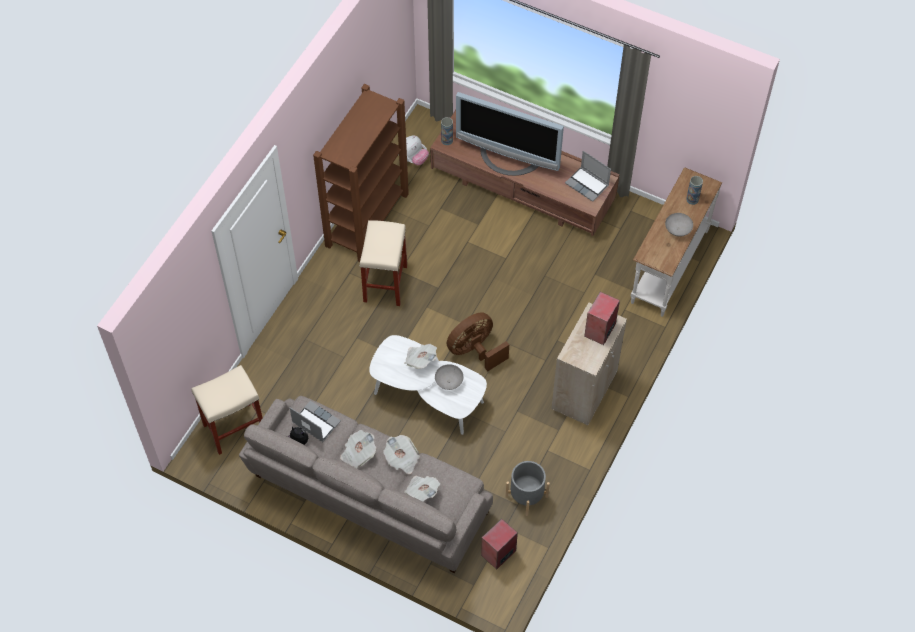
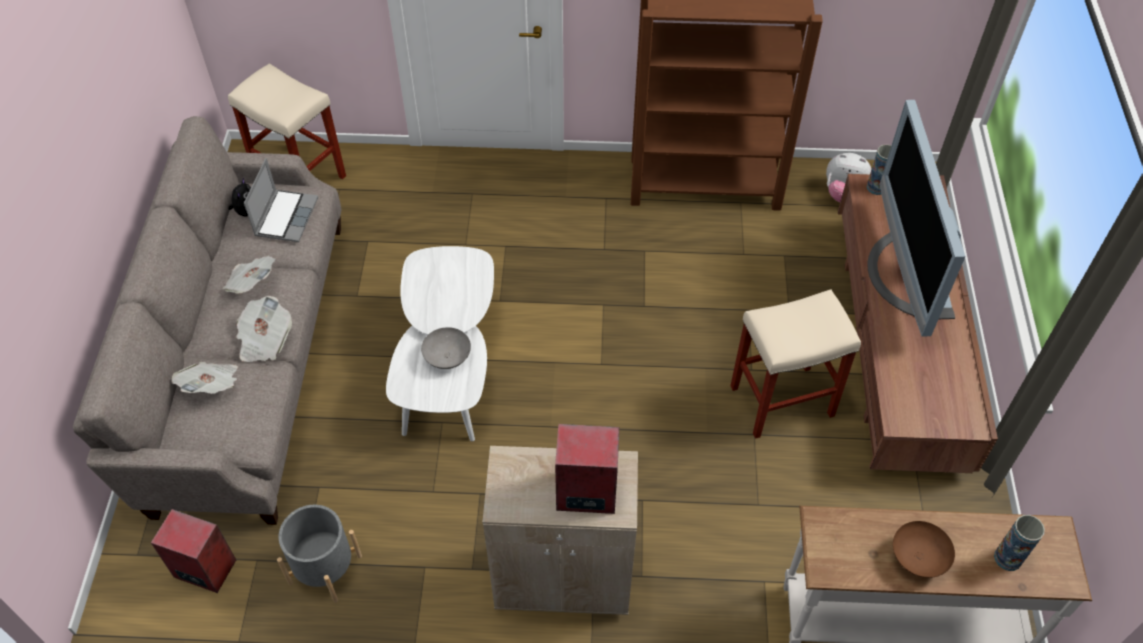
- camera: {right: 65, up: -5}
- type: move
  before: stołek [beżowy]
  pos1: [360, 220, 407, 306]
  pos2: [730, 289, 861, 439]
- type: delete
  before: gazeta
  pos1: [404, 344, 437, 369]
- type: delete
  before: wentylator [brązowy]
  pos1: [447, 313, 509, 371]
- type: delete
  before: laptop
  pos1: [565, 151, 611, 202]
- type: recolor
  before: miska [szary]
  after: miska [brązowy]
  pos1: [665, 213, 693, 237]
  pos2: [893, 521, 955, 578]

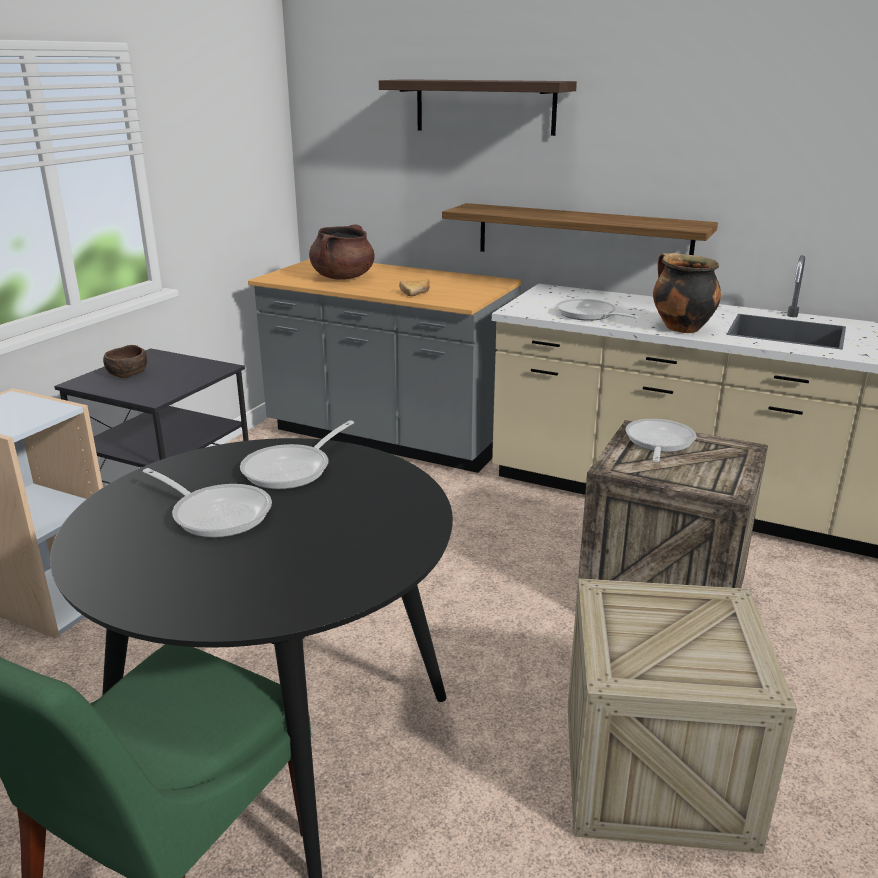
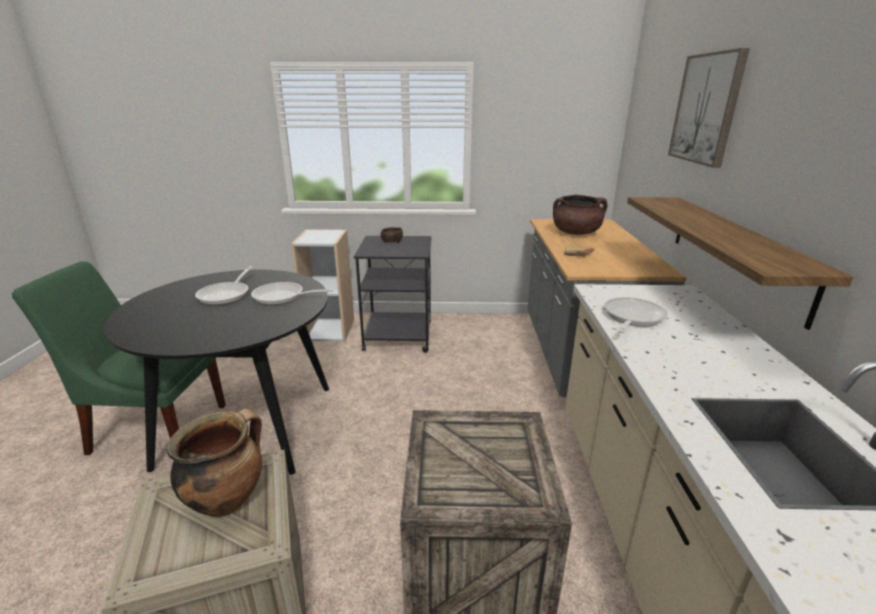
- camera: {right: 65, up: 0}
- type: replace
  before: półka
  after: obraz
  pos1: [379, 79, 577, 136]
  pos2: [668, 48, 750, 168]
- type: delete
  before: patelnia
  pos1: [625, 419, 696, 462]
- type: move
  before: garnek
  pos1: [653, 253, 721, 333]
  pos2: [167, 409, 262, 517]

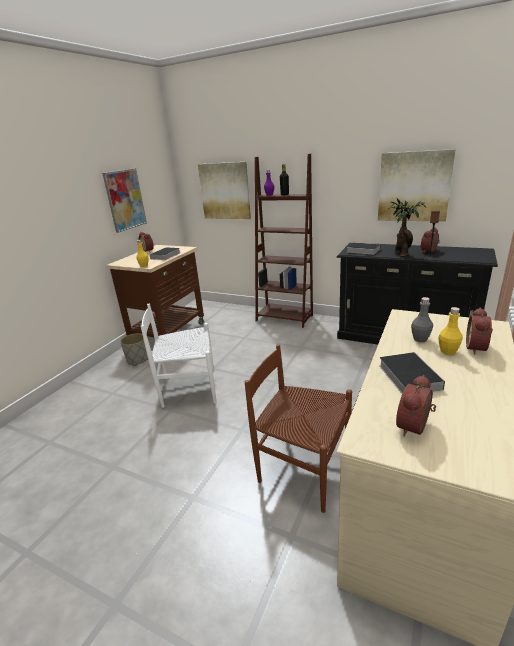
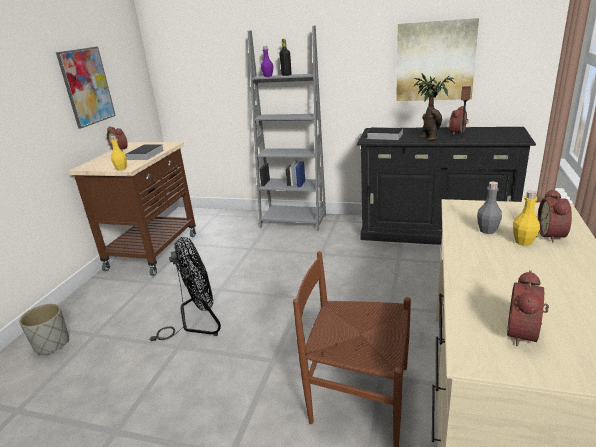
- camera: {right: -10, up: 0}
- type: move
  before: donica [szary]
  pos1: [120, 333, 148, 366]
  pos2: [19, 304, 69, 355]
- type: replace
  before: krzesło [biały]
  after: wentylator [czarny]
  pos1: [141, 304, 217, 408]
  pos2: [150, 237, 221, 341]
- type: delete
  before: obraz
  pos1: [198, 162, 251, 219]
- type: recolor
  before: regał [brązowy]
  after: regał [szary]
  pos1: [255, 154, 313, 328]
  pos2: [248, 26, 326, 231]
- type: delete
  before: książka
  pos1: [379, 352, 445, 394]

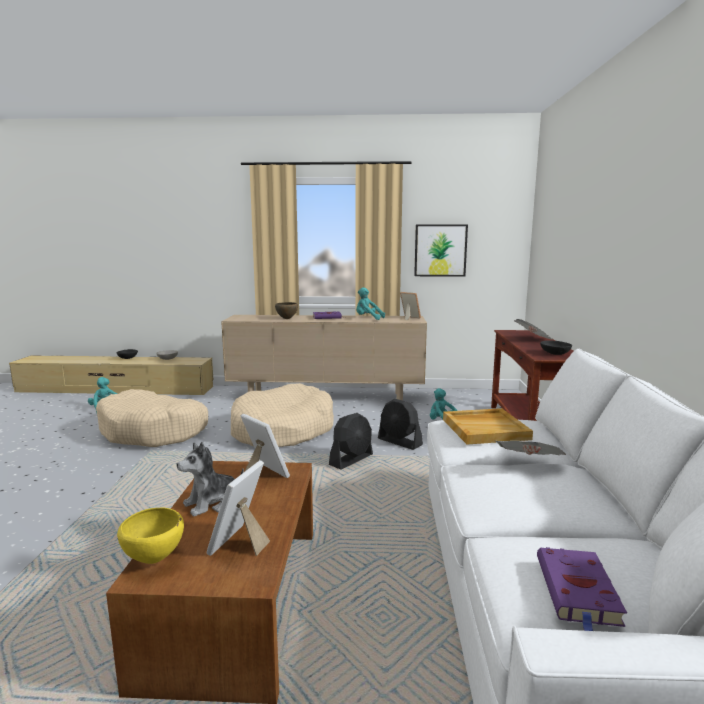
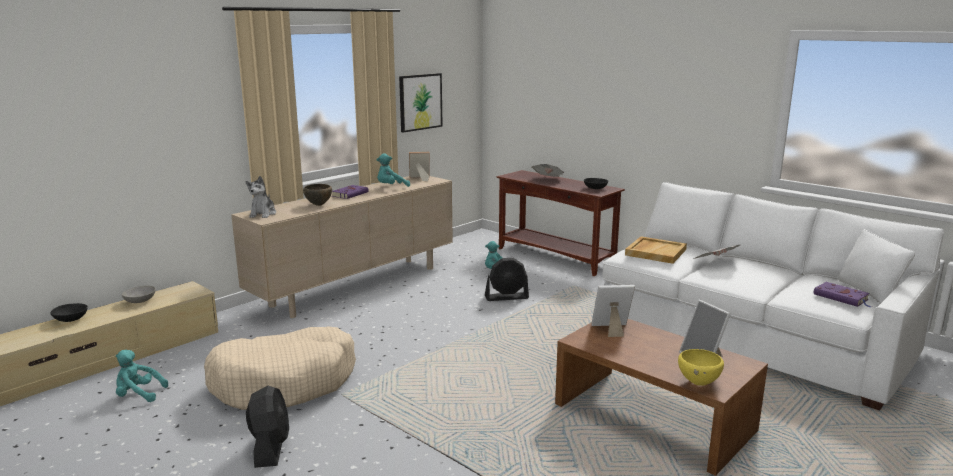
- camera: {right: -50, up: 5}
- type: move
  before: pluszak
  pos1: [177, 442, 244, 517]
  pos2: [246, 176, 276, 218]
- type: delete
  before: legowisko [beżowy]
  pos1: [231, 383, 334, 447]
- type: move
  before: wentylator [czarny]
  pos1: [329, 413, 373, 470]
  pos2: [246, 386, 289, 468]

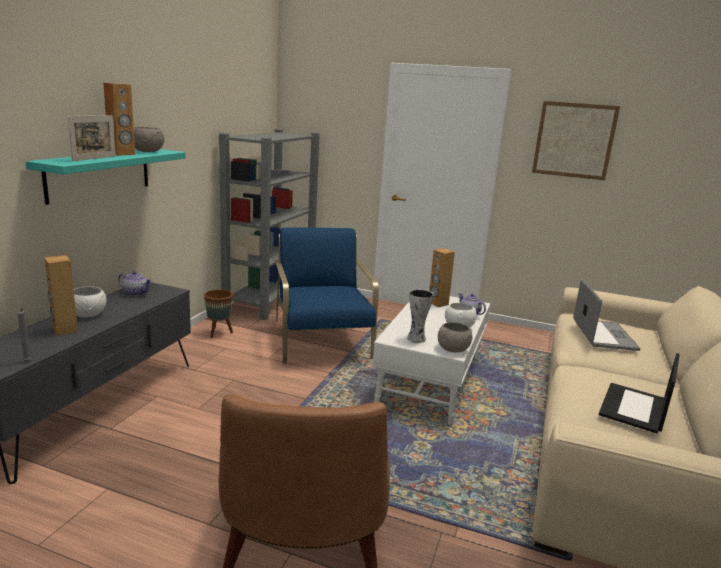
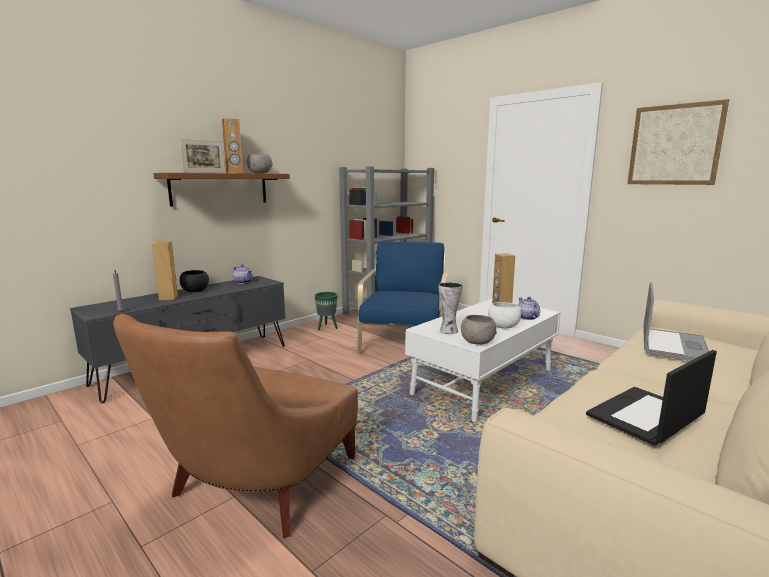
- camera: {right: 25, up: -5}
- type: recolor
  before: półka [turkusowy]
  after: półka [brązowy]
  pos1: [25, 149, 186, 205]
  pos2: [153, 173, 290, 207]
- type: recolor
  before: miska [biały]
  after: miska [czarny]
  pos1: [74, 286, 107, 317]
  pos2: [180, 270, 209, 292]
- type: recolor
  before: donica [brązowy]
  after: donica [zielony]
  pos1: [204, 290, 233, 338]
  pos2: [315, 292, 338, 330]

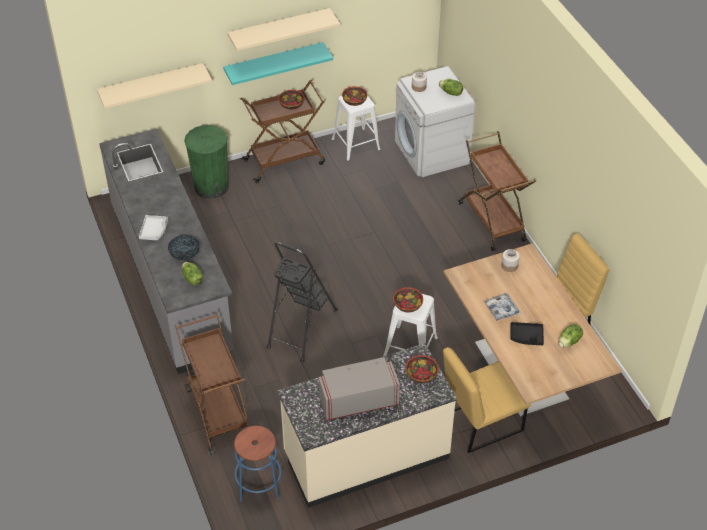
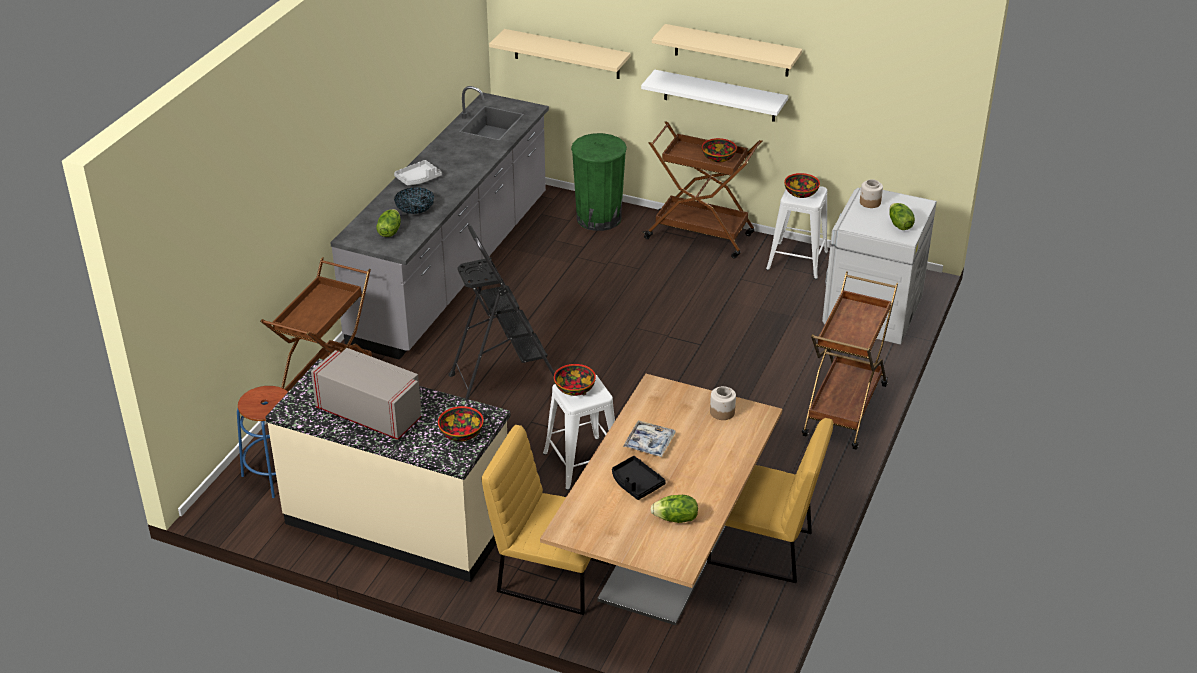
- camera: {right: 45, up: -10}
- type: recolor
  before: półka [turkusowy]
  after: półka [biały]
  pos1: [223, 42, 333, 85]
  pos2: [641, 70, 788, 122]

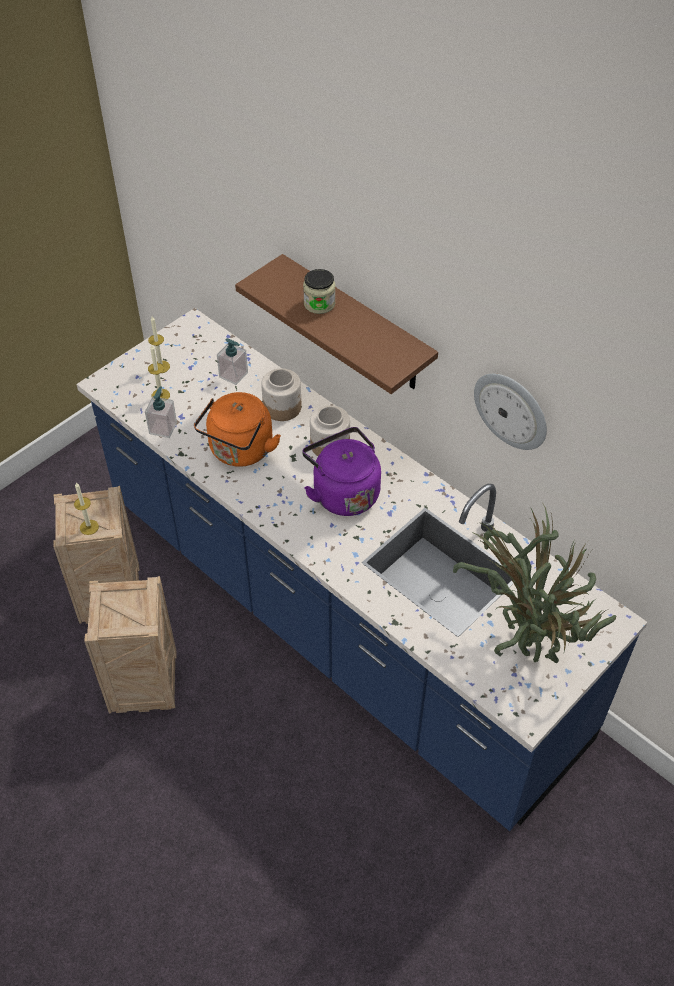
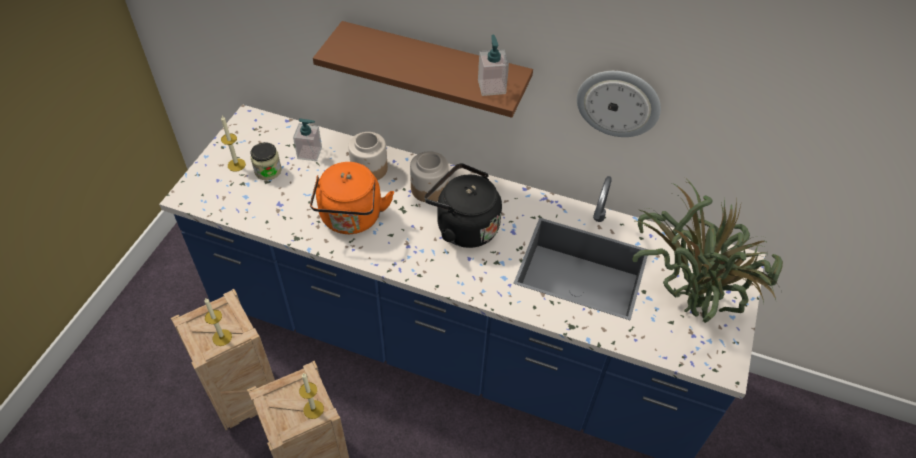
- camera: {right: -25, up: 0}
- type: move
  before: dozownik mydła
  pos1: [145, 386, 177, 438]
  pos2: [478, 35, 509, 96]
- type: move
  before: świeca
  pos1: [148, 344, 170, 399]
  pos2: [299, 373, 324, 419]
- type: recolor
  before: czajnik [fioletowy]
  after: czajnik [czarny]
  pos1: [302, 427, 381, 516]
  pos2: [425, 163, 502, 248]
- type: move
  before: słoik
  pos1: [303, 269, 335, 314]
  pos2: [251, 142, 282, 180]

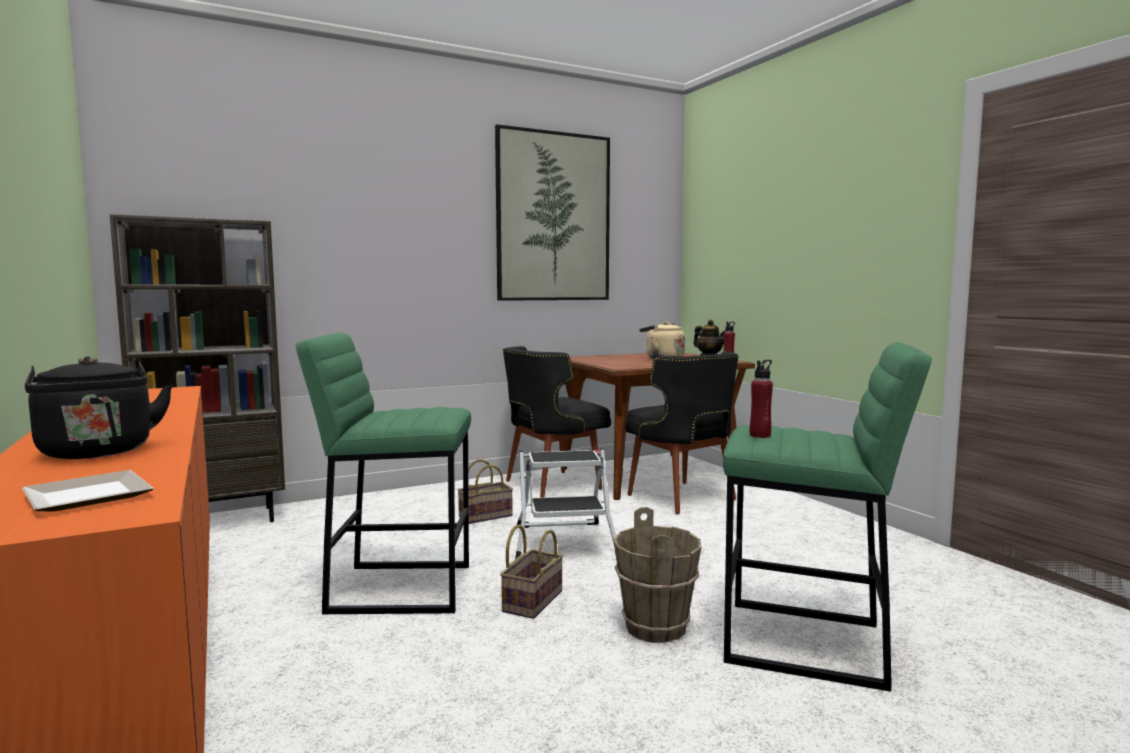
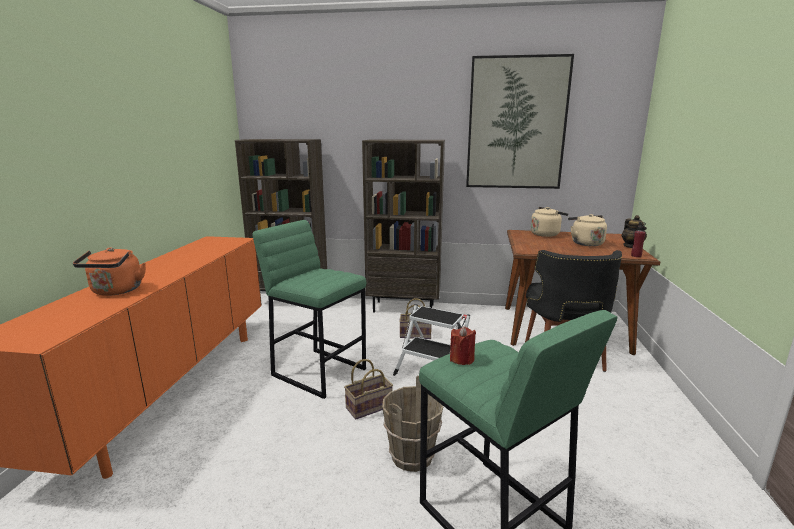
- camera: {right: 35, up: 10}
- type: delete
  before: talerz
  pos1: [22, 470, 154, 512]
- type: recolor
  before: czajnik [czarny]
  after: czajnik [pomarańczowy]
  pos1: [25, 356, 173, 459]
  pos2: [73, 247, 146, 296]
- type: delete
  before: krzesło [czarny]
  pos1: [503, 346, 611, 498]
- type: replace
  before: butelka [czerwony]
  after: świeca [czerwony]
  pos1: [750, 360, 773, 438]
  pos2: [450, 326, 476, 365]
- type: insert
  after: regał [brązowy]
  pos2: [362, 140, 445, 313]
- type: insert
  after: czajnik [beżowy]
  pos2: [531, 207, 568, 237]

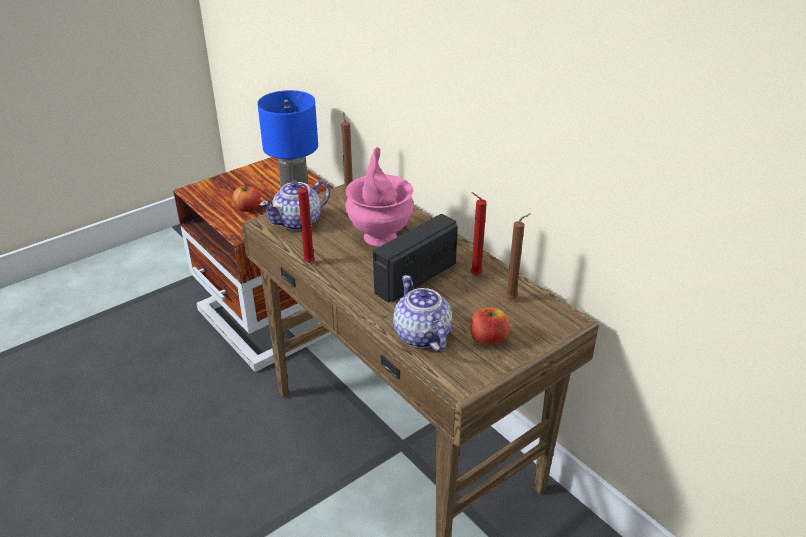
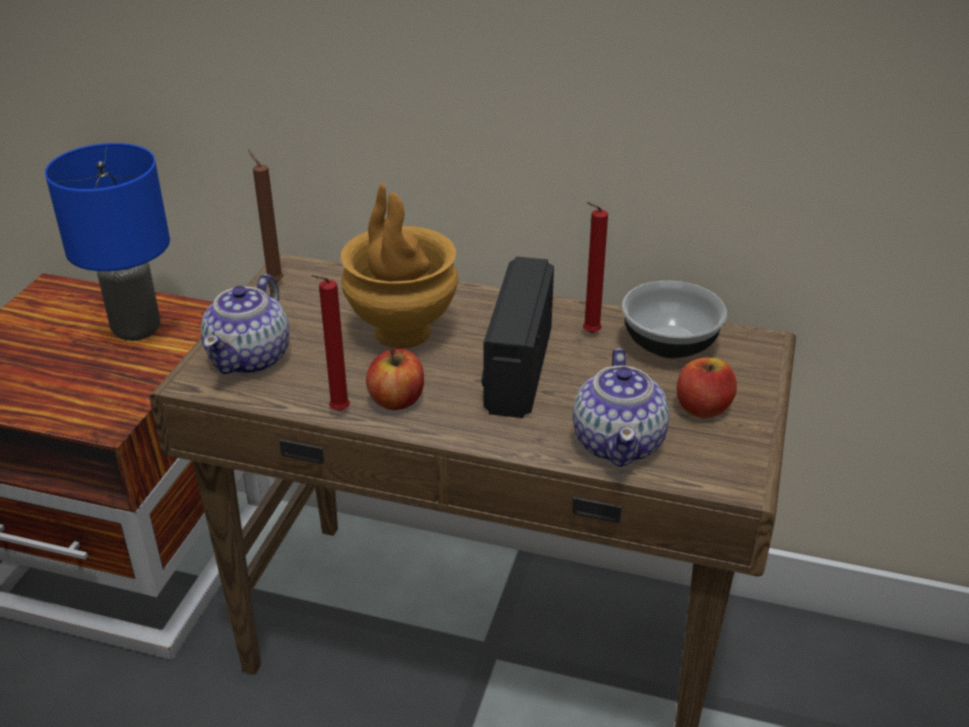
- camera: {right: -35, up: 0}
- type: move
  before: jabłko
  pos1: [232, 183, 261, 212]
  pos2: [366, 348, 424, 410]
- type: recolor
  before: wazon [różowy]
  after: wazon [brązowy]
  pos1: [345, 147, 414, 246]
  pos2: [341, 182, 458, 349]
- type: rotate
  before: imbryk
  pos1: [393, 275, 452, 352]
  pos2: [573, 348, 670, 467]
  turn: -120
- type: replace
  before: świeca [brązowy]
  after: miska
  pos1: [505, 213, 531, 299]
  pos2: [622, 281, 727, 358]

